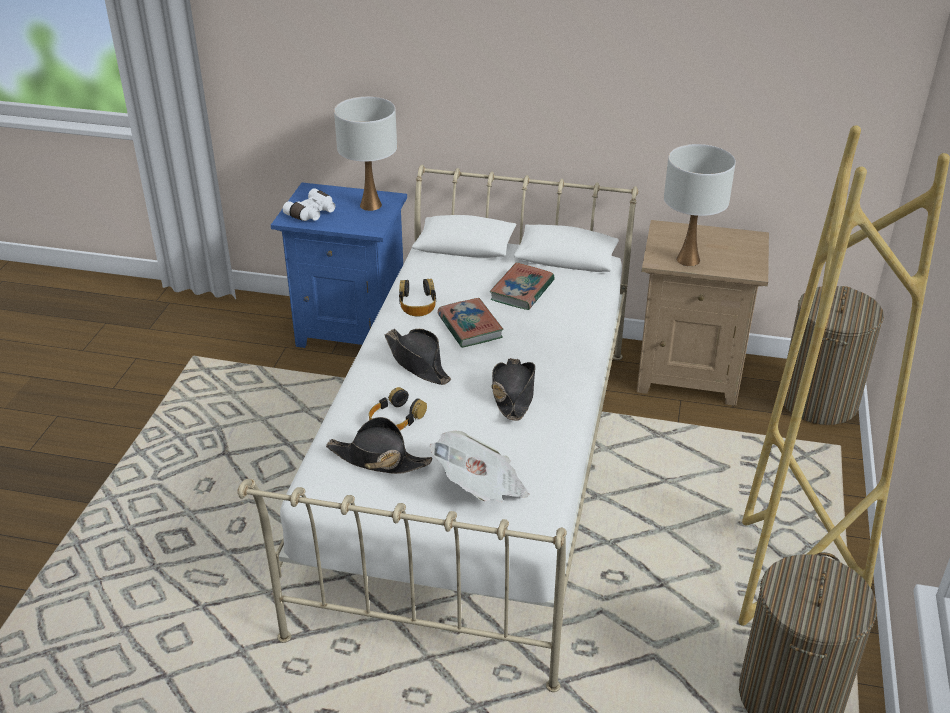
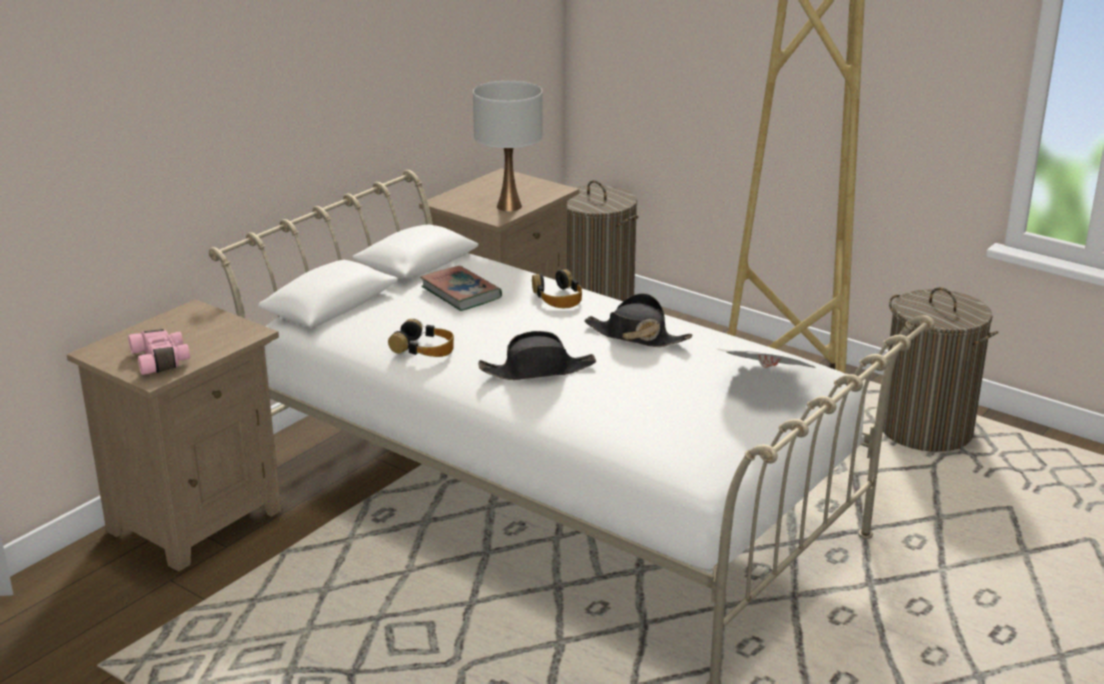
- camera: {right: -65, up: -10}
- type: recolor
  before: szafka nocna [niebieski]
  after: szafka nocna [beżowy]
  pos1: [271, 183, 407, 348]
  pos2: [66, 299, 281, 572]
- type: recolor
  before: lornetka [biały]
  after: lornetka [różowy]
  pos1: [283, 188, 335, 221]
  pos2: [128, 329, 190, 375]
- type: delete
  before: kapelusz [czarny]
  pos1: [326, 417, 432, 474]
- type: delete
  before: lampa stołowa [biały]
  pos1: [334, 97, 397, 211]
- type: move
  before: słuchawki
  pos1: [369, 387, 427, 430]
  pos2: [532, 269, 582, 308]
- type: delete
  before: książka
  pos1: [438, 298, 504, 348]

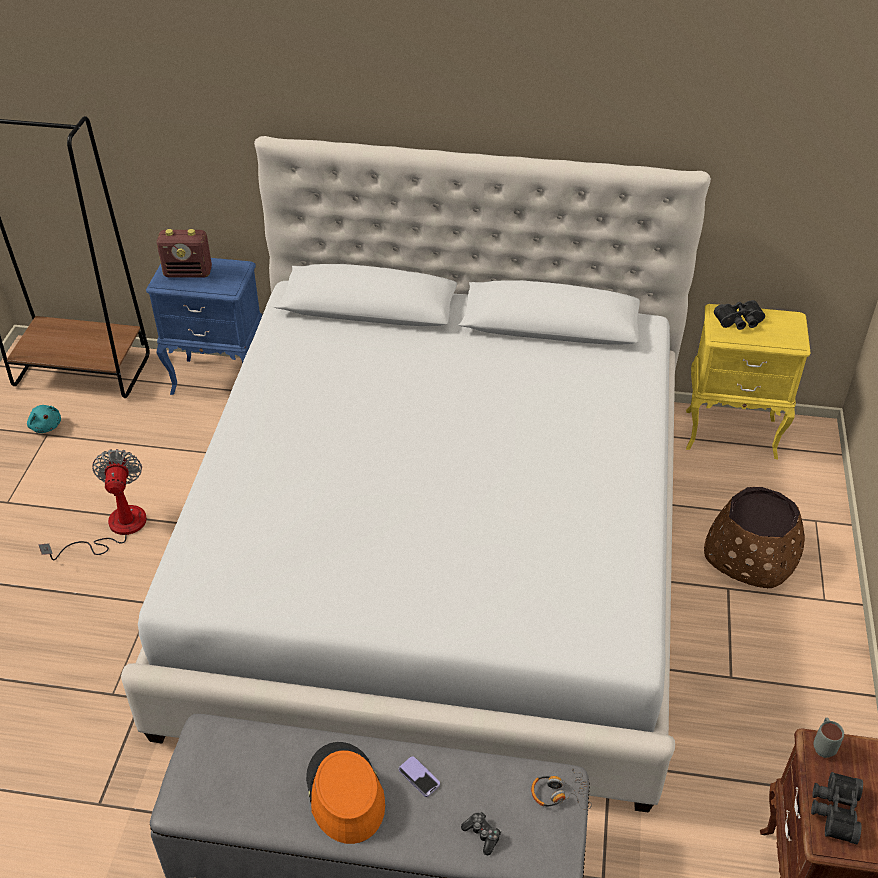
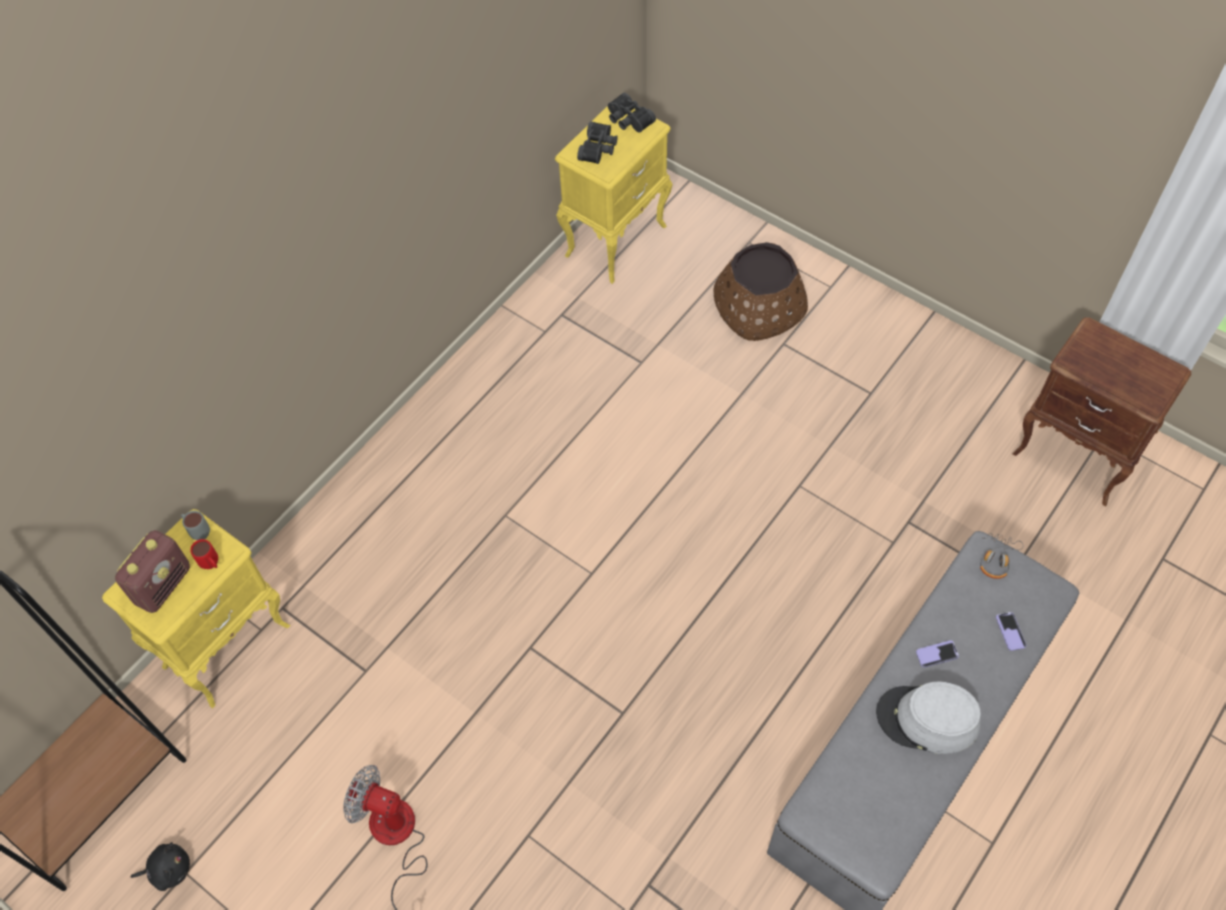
- camera: {right: -60, up: 15}
- type: recolor
  before: pluszak [turkusowy]
  after: pluszak [czarny]
  pos1: [27, 405, 61, 433]
  pos2: [131, 842, 190, 891]
- type: delete
  before: łóżko [biały]
  pos1: [121, 136, 711, 813]
- type: recolor
  before: szafka nocna [niebieski]
  after: szafka nocna [żółty]
  pos1: [146, 258, 262, 395]
  pos2: [102, 509, 291, 709]
- type: recolor
  before: kapelusz [pomarańczowy]
  after: kapelusz [szary]
  pos1: [306, 742, 385, 844]
  pos2: [876, 681, 981, 754]
- type: replace
  before: pad do gier
  after: telefon
  pos1: [461, 812, 501, 855]
  pos2: [996, 612, 1026, 651]
- type: move
  before: lornetka [czarny]
  pos1: [811, 772, 863, 845]
  pos2: [608, 93, 656, 133]
- type: move
  before: kubek [szary]
  pos1: [813, 718, 844, 758]
  pos2: [181, 511, 210, 540]
- type: insert
  after: kubek [czerwony]
  pos2: [190, 539, 218, 569]

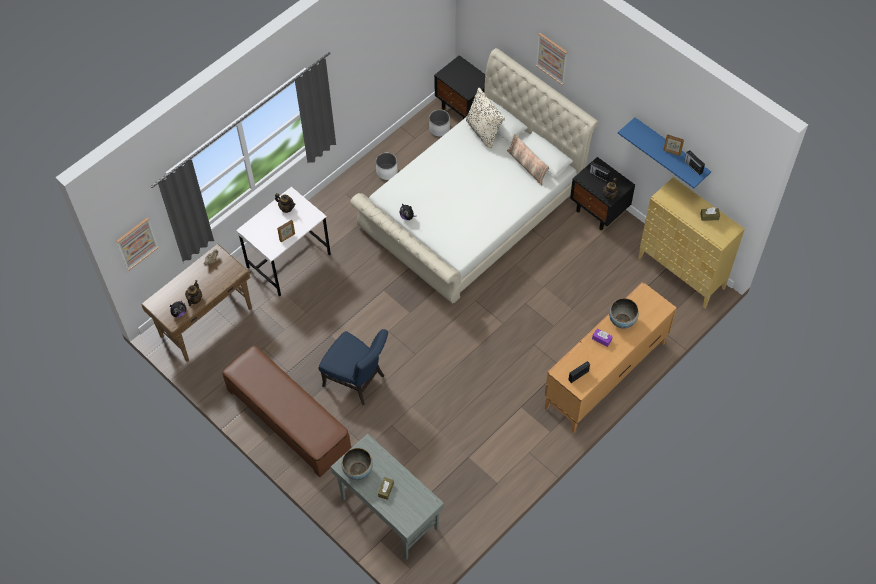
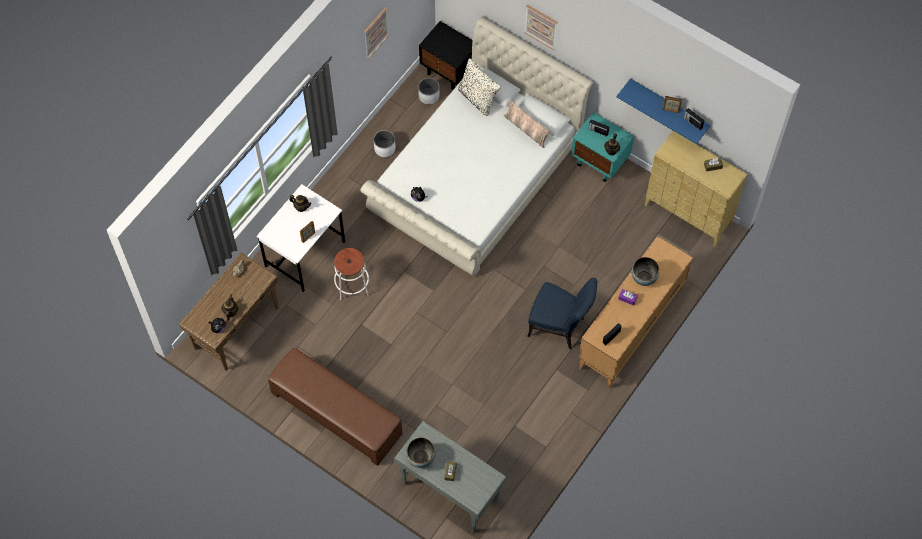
- camera: {right: -10, up: 5}
- type: move
  before: obraz
  pos1: [116, 218, 159, 271]
  pos2: [364, 7, 389, 59]
- type: move
  before: krzesło [niebieski]
  pos1: [319, 329, 388, 405]
  pos2: [527, 278, 597, 349]
- type: recolor
  before: szafka nocna [czarny]
  after: szafka nocna [turkusowy]
  pos1: [570, 157, 635, 230]
  pos2: [571, 112, 634, 182]
- type: insert
  after: stołek [biały]
  pos2: [334, 248, 369, 300]

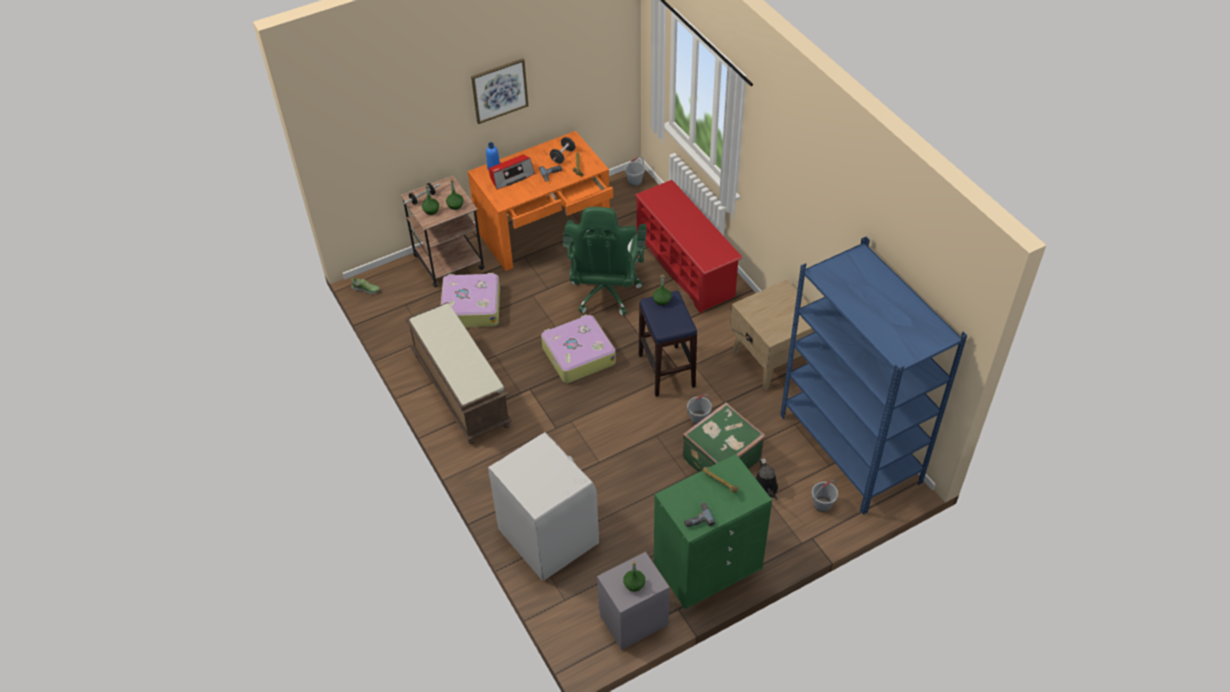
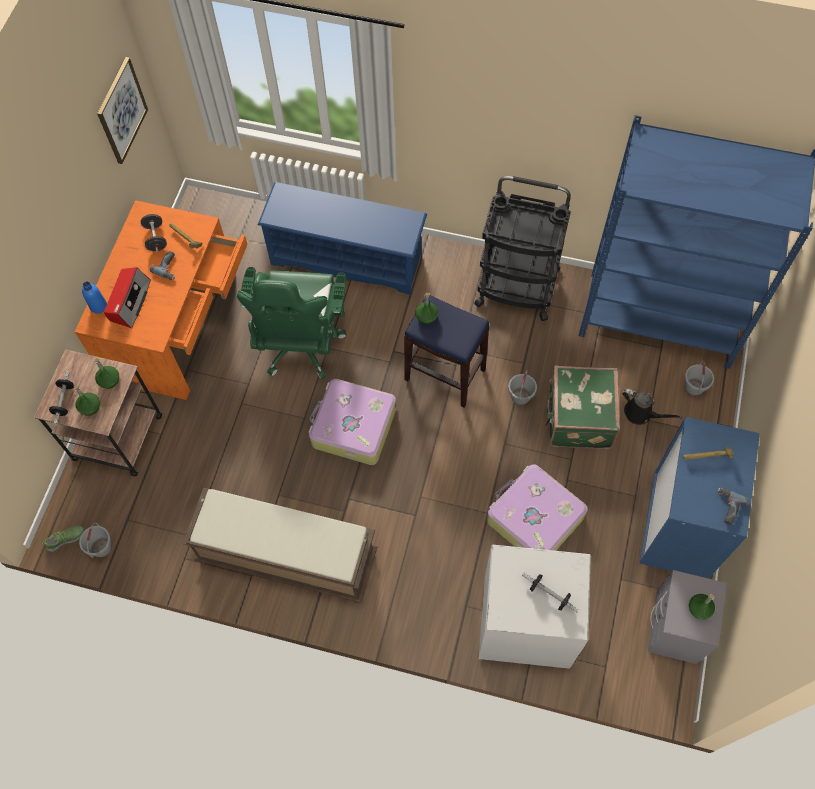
- camera: {right: -45, up: 15}
- type: move
  before: walizka
  pos1: [441, 273, 500, 327]
  pos2: [487, 464, 588, 551]
- type: move
  before: obraz
  pos1: [471, 58, 528, 124]
  pos2: [97, 57, 148, 164]
- type: rotate
  before: krzesło biurowe [zielony]
  pos1: [563, 207, 646, 316]
  pos2: [237, 267, 347, 379]
  turn: 45
- type: move
  before: wiadro [szary]
  pos1: [625, 157, 645, 186]
  pos2: [79, 522, 112, 558]
- type: recolor
  before: regał na buty [czerwony]
  after: regał na buty [niebieski]
  pos1: [635, 180, 742, 314]
  pos2: [258, 182, 427, 295]
- type: recolor
  before: szafka [zielony]
  after: szafka [niebieski]
  pos1: [654, 454, 772, 609]
  pos2: [640, 417, 760, 579]
- type: replace
  before: szafka nocna [beżowy]
  after: wózek [czarny]
  pos1: [730, 280, 815, 390]
  pos2: [474, 176, 571, 321]
- type: insert
  after: hantel
  pos2: [522, 572, 579, 613]

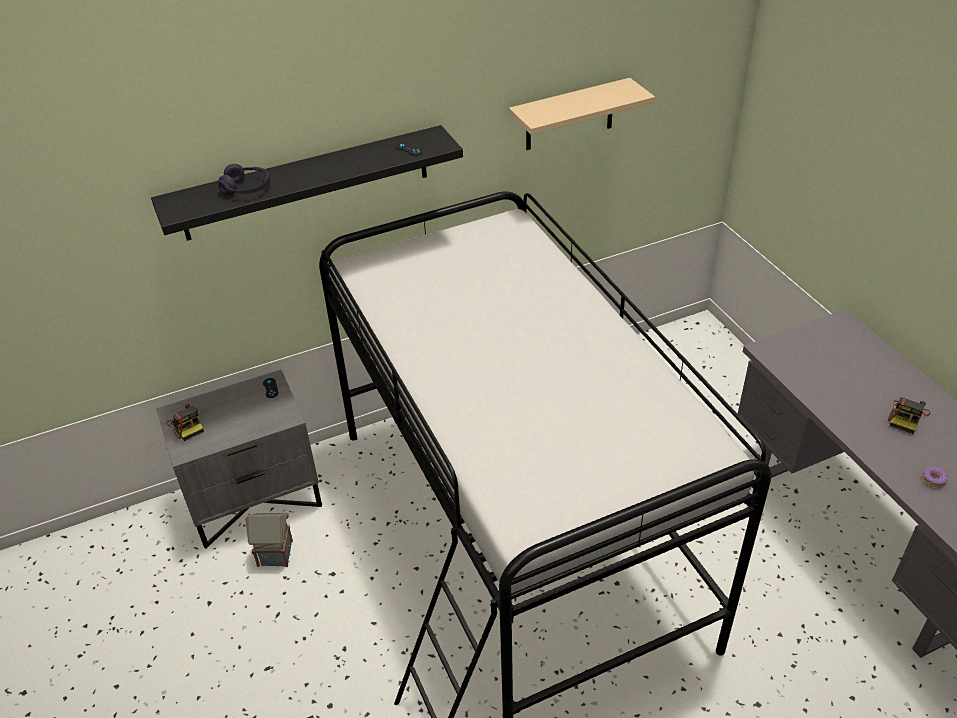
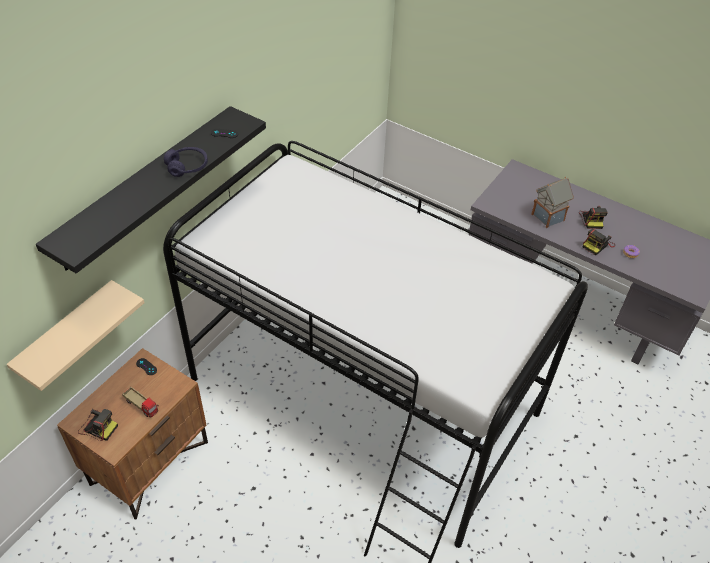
- camera: {right: -35, up: 5}
- type: recolor
  before: szafka nocna [szary]
  after: szafka nocna [brązowy]
  pos1: [156, 369, 322, 549]
  pos2: [57, 348, 208, 520]
- type: move
  before: słuchawki [fioletowy]
  pos1: [218, 164, 270, 195]
  pos2: [164, 147, 208, 177]
- type: move
  before: domek
  pos1: [245, 512, 293, 567]
  pos2: [531, 177, 574, 228]
- type: move
  before: półka [beżowy]
  pos1: [509, 78, 655, 150]
  pos2: [7, 280, 145, 391]
- type: insert
  after: ciężarówka zabawkowa
  pos2: [122, 386, 159, 418]
- type: insert
  after: aparat fotograficzny
  pos2: [582, 229, 615, 256]

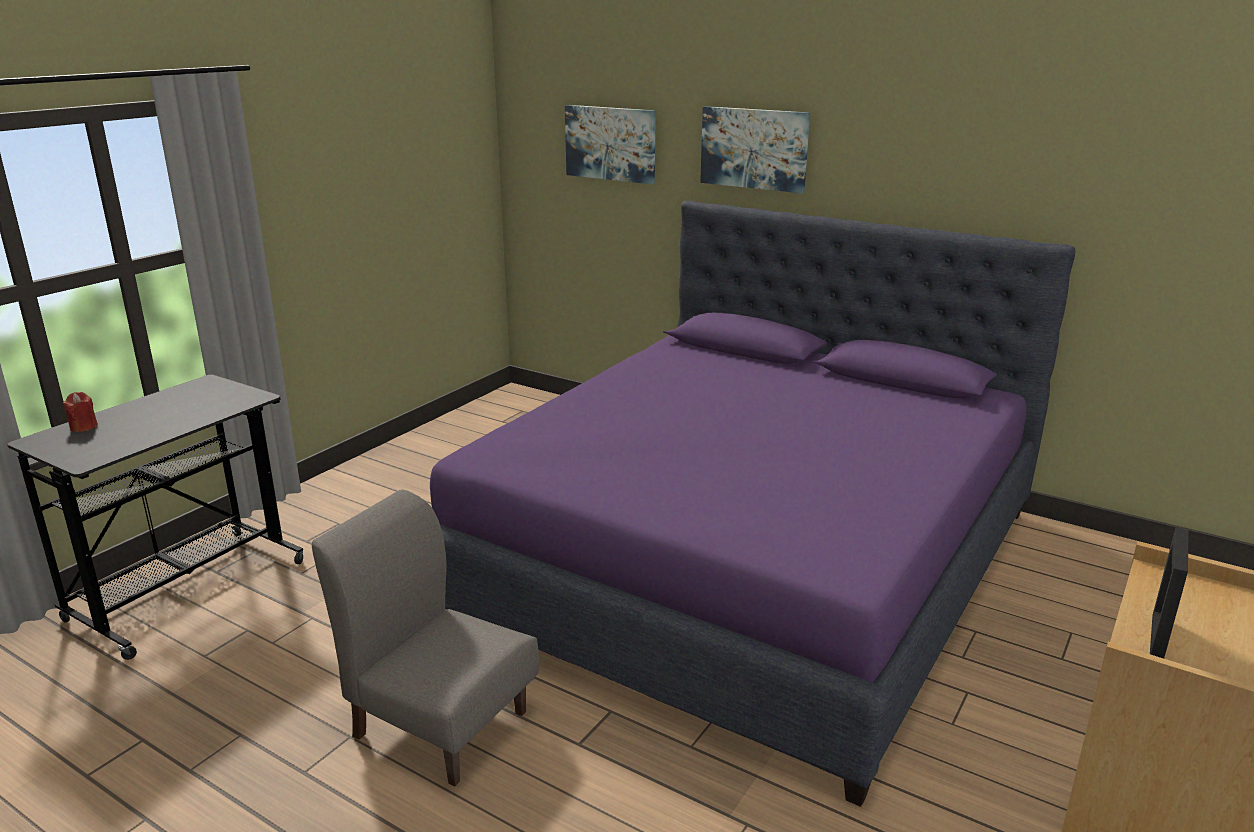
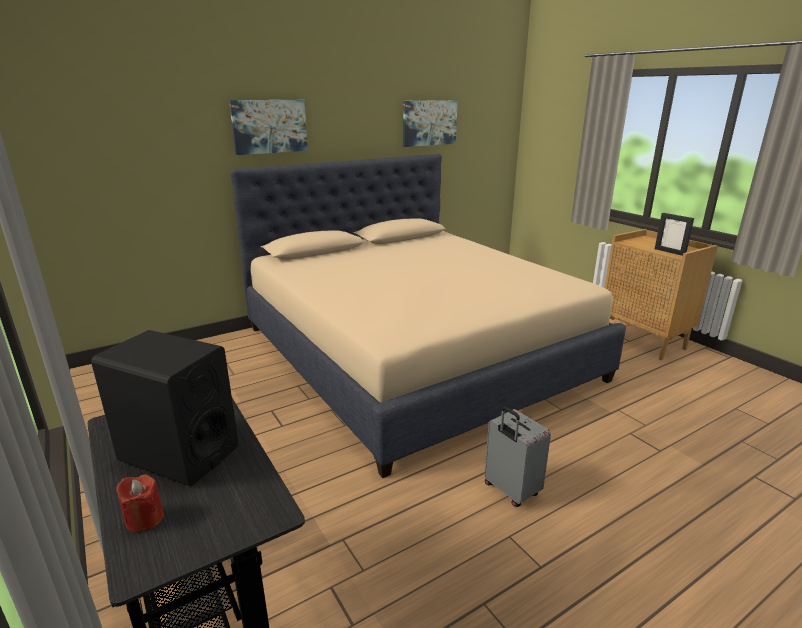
- camera: {right: -65, up: 0}
- type: replace
  before: krzesło [szary]
  after: walizka [szary]
  pos1: [312, 489, 539, 786]
  pos2: [485, 406, 551, 507]
- type: recolor
  before: łóżko [fioletowy]
  after: łóżko [beżowy]
  pos1: [430, 201, 1076, 807]
  pos2: [230, 154, 626, 478]
- type: move
  before: obraz
  pos1: [565, 105, 656, 184]
  pos2: [403, 100, 458, 147]
- type: insert
  after: głośnik [czarny]
  pos2: [91, 330, 238, 486]

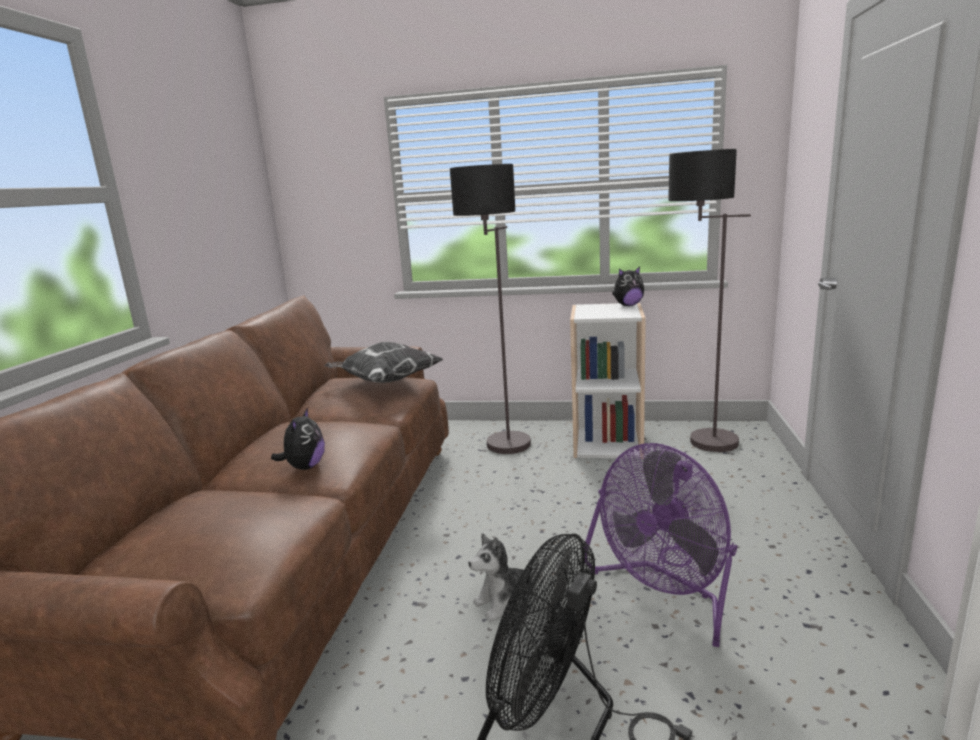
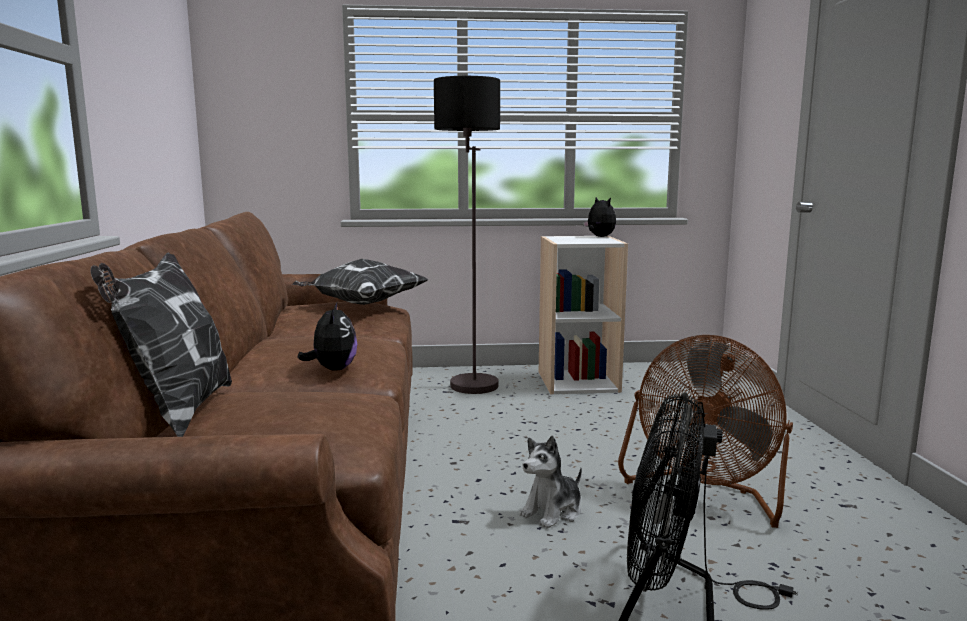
- camera: {right: -15, up: -5}
- type: recolor
  before: wentylator [fioletowy]
  after: wentylator [brązowy]
  pos1: [584, 443, 738, 647]
  pos2: [618, 335, 793, 528]
- type: rotate
  before: pluszak
  pos1: [612, 267, 644, 306]
  pos2: [583, 197, 616, 237]
  turn: -90
- type: delete
  before: lampa stojąca [czarny]
  pos1: [668, 149, 751, 452]
- type: insert
  after: poduszka
  pos2: [91, 252, 232, 437]

